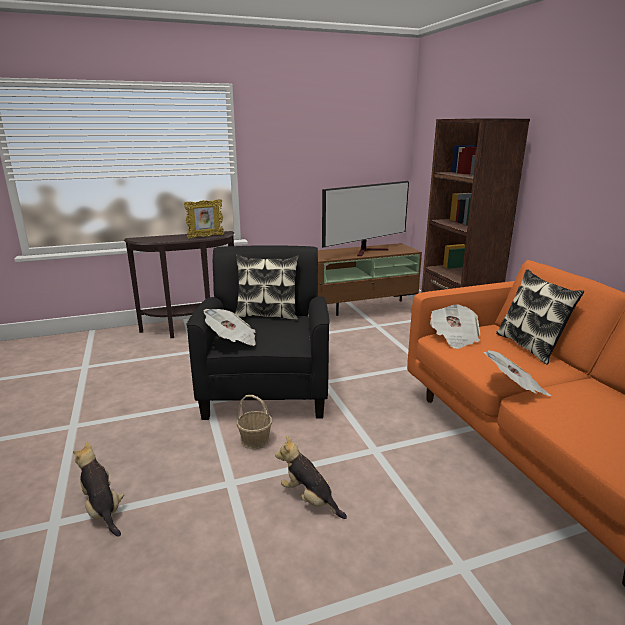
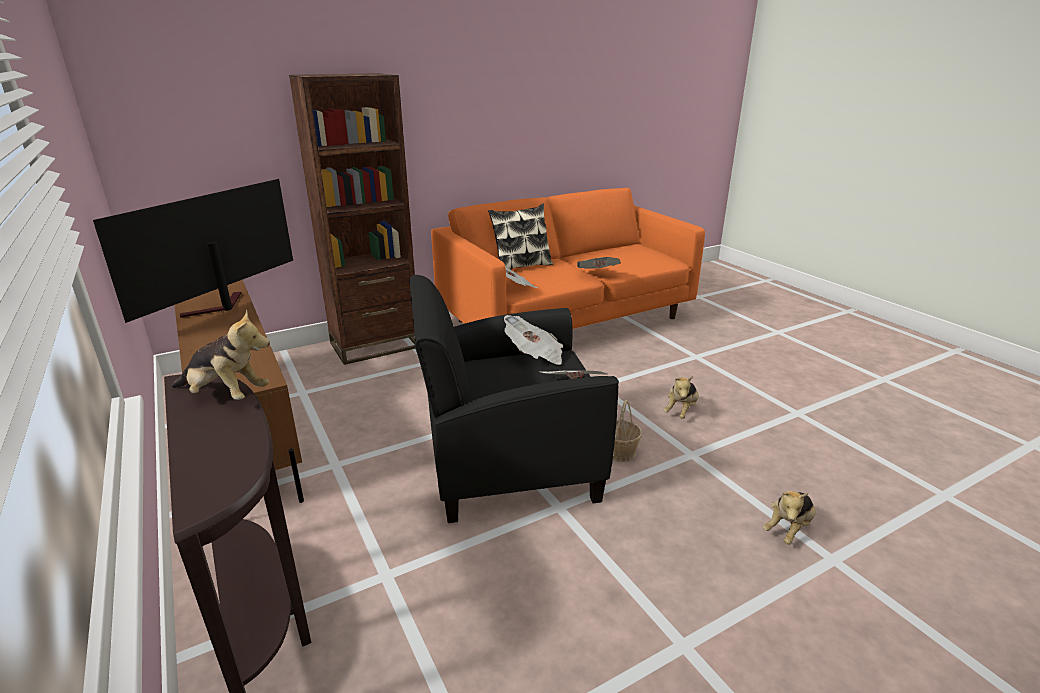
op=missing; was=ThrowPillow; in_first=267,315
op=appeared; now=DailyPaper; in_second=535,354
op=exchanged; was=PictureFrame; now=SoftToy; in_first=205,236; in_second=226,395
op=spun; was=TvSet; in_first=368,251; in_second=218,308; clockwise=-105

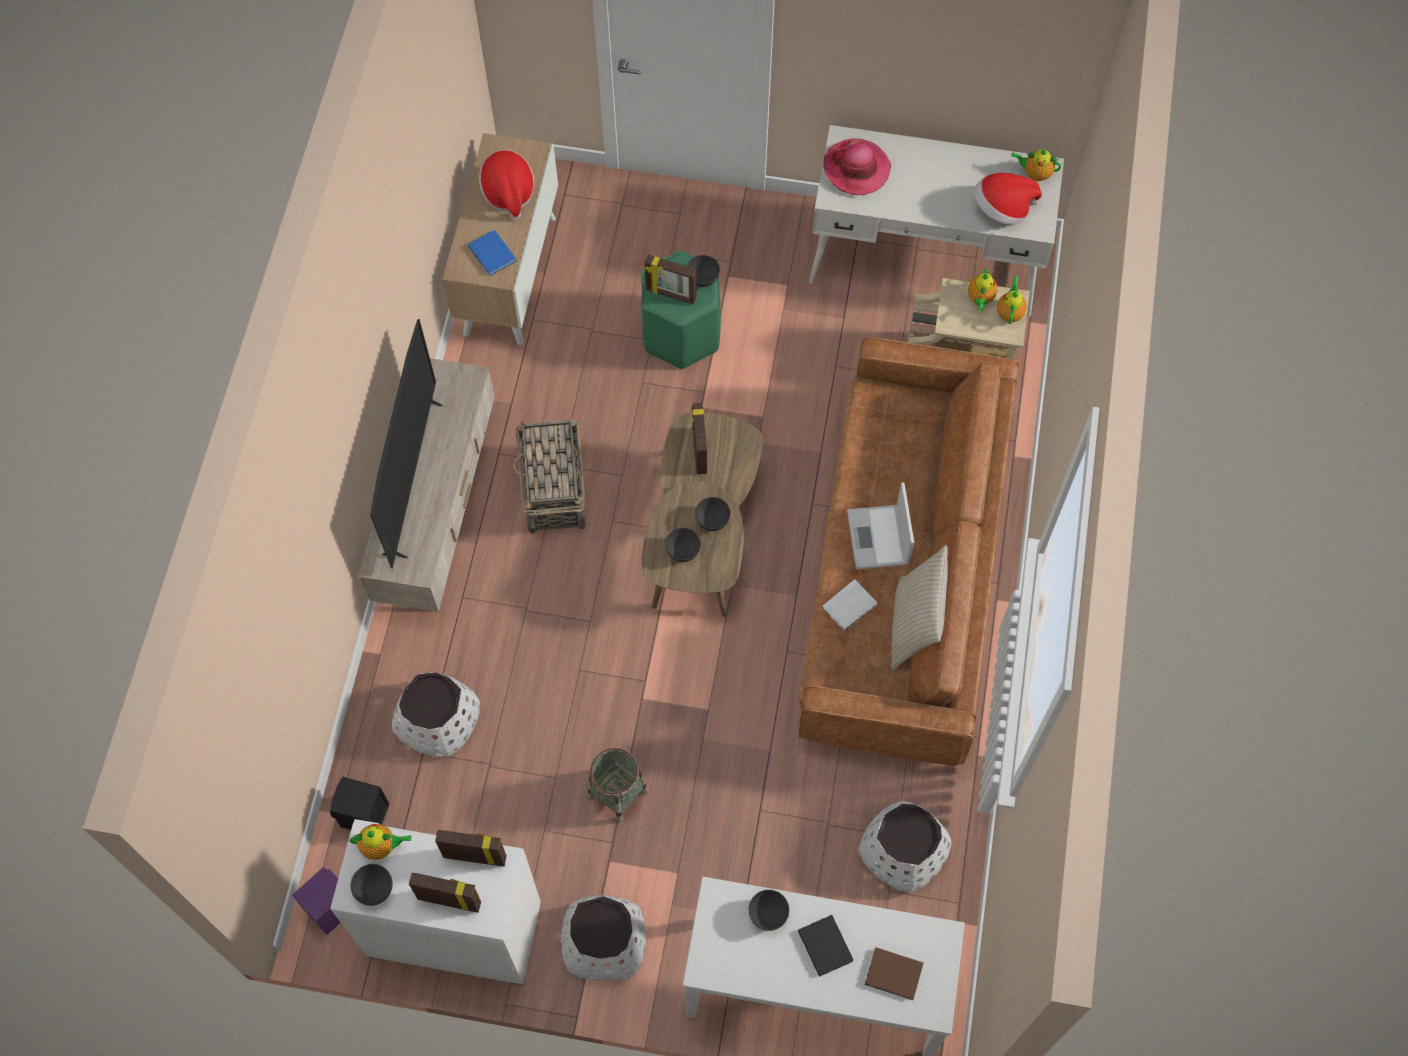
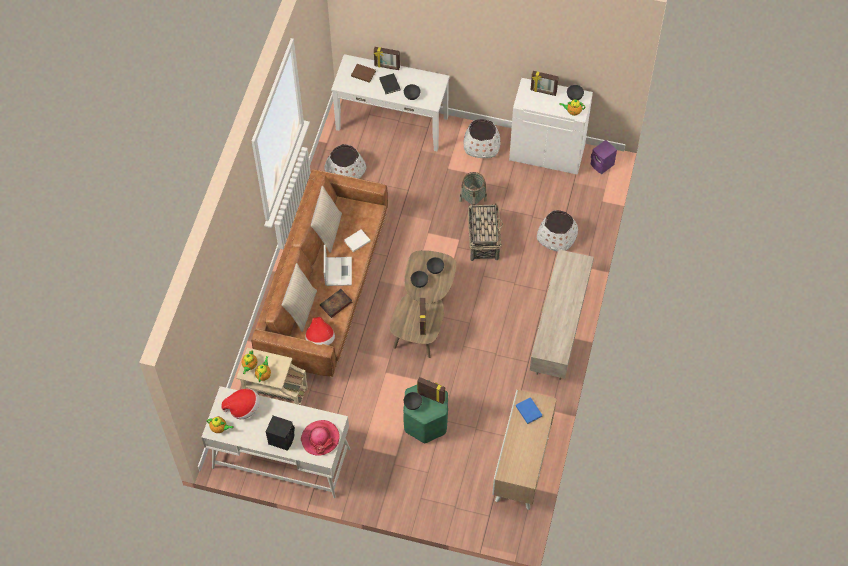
op=missing; was=TvSet; in_first=413,478
op=appeared; now=BeigeThrowPillow; in_second=301,309
op=appeared; now=BoundBook; in_second=335,304
op=relocated; was=BlackishSpeaker; in_first=363,817; in_second=282,438
op=relocated; was=PictureFrame; in_first=475,856; in_second=387,67
op=relocated; was=ClothingHat; in_first=508,193; in_second=320,339
op=relocated; was=HouseholdBasket; in_first=554,491; in_second=483,240

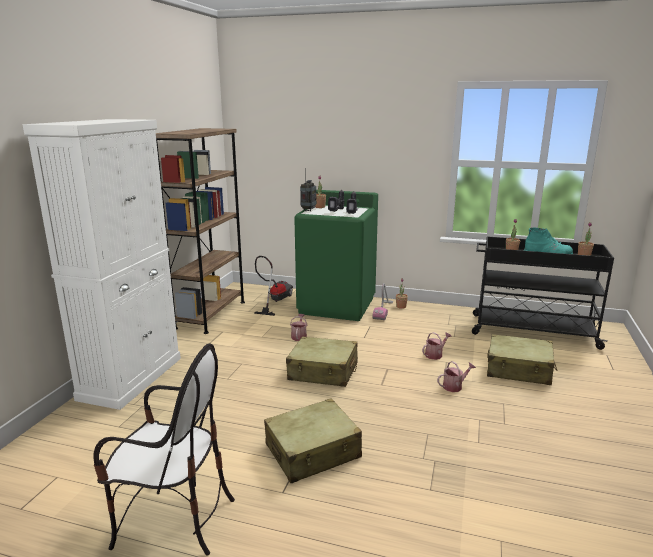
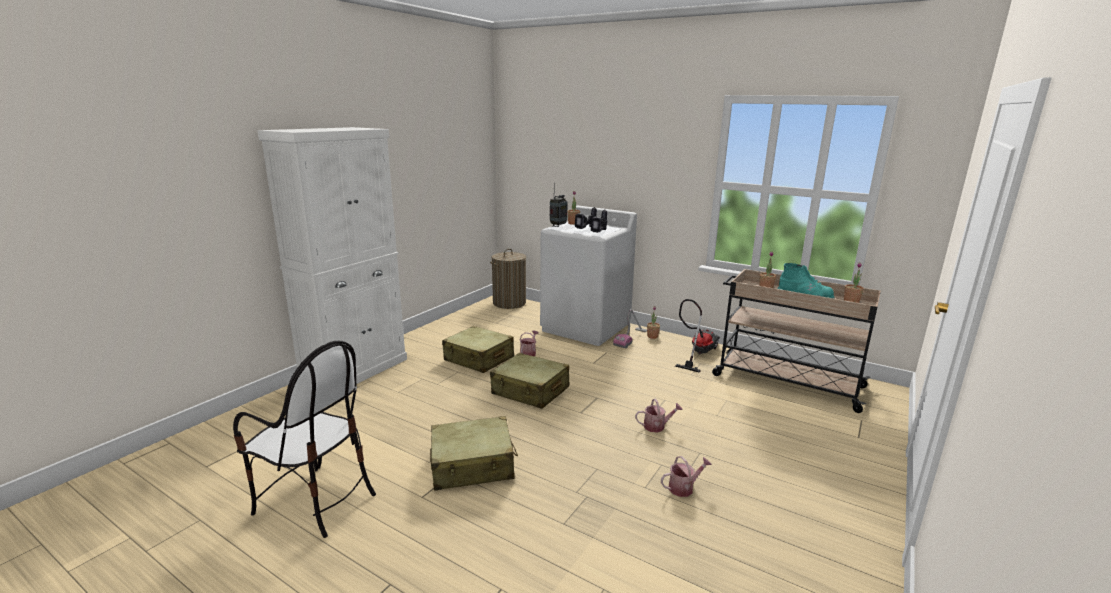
op=missing; was=BrownColouredBookcase; in_first=211,315
op=appeared; now=LaundryBasket; in_second=509,303
op=relocated; was=Vacuum; in_first=274,301; in_second=697,353
op=relocated; was=SprinklingCan; in_first=435,354; in_second=684,487
op=relocated; was=BeigeSuitcase; in_first=519,370; in_second=479,359
op=colour; was=GreenColouredWashingMachine; now=WhiteColouredWashingMachine; in_first=337,305; in_second=586,327
op=colour; was=BlackishTrolley; now=BeigeTrolley; in_first=531,331; in_second=785,381

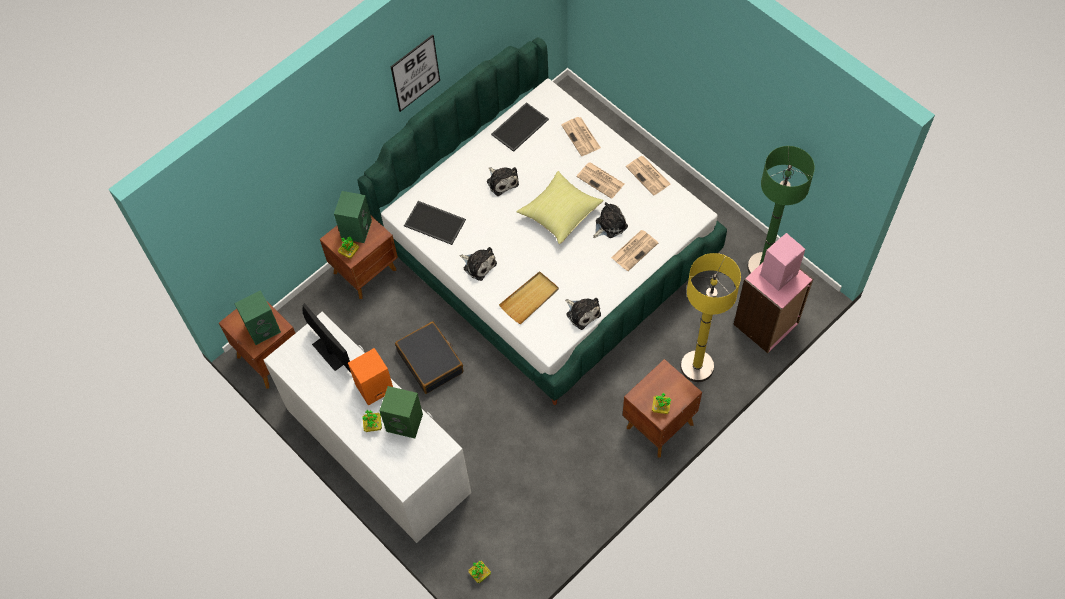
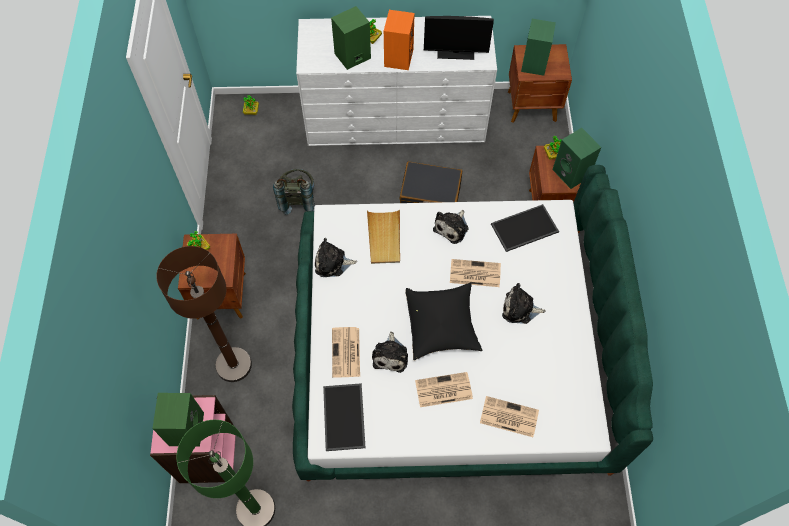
op=missing; was=Picture; in_first=415,73
op=appeared; now=GreyishBackpack; in_second=298,200
op=relocated; was=CarryingTray; in_first=519,126; in_second=345,417
op=relocated; was=DailyPaper; in_first=648,176; in_second=474,273
op=colour; was=YellowishThrowPillow; now=BlackishThrowPillow; in_first=560,213; in_second=442,326
op=colour; was=YellowishStandardLamp; now=BrownColouredStandardLamp; in_first=697,367; in_second=233,365
op=colour; was=PinkishSpeaker; now=GreenColouredSpeaker; in_first=778,275; in_second=185,428
op=spun; was=SoftToy; in_first=478,265; in_second=452,227; clockwise=-45

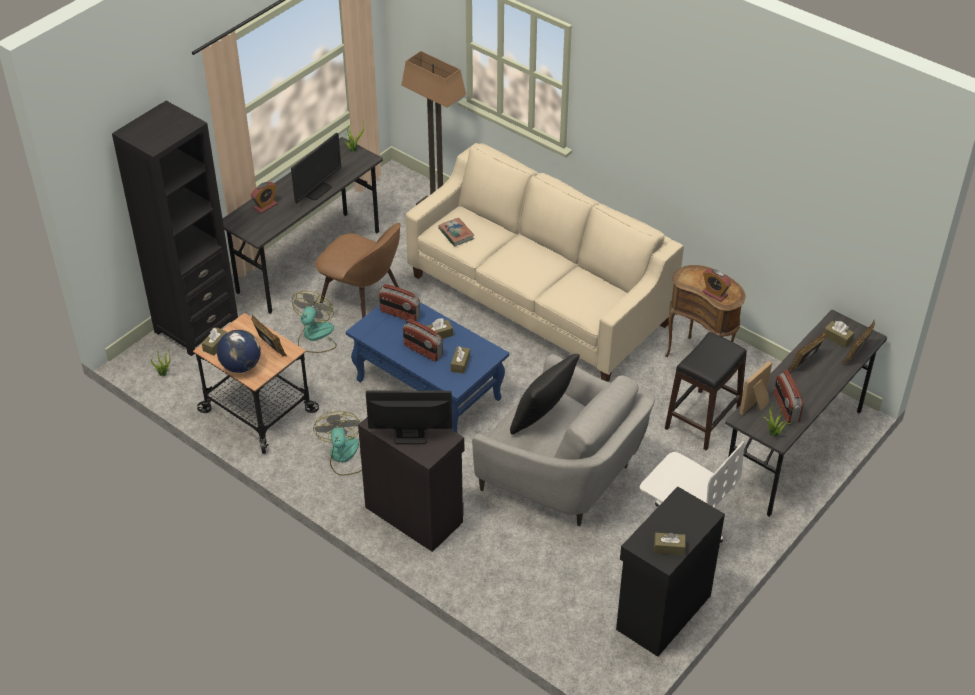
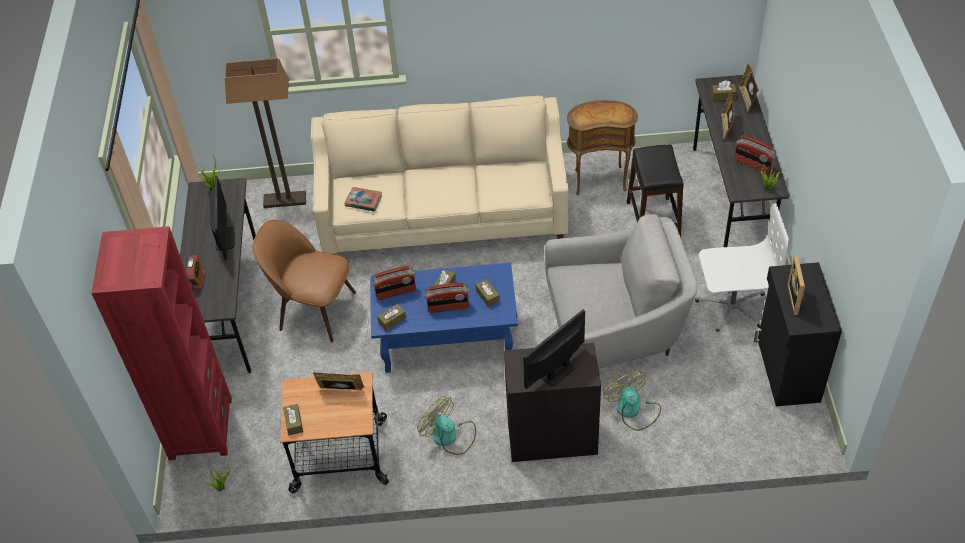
op=missing; was=WorldGlobe; in_first=241,366
op=missing; was=BlackishThrowPillow; in_first=542,418
op=missing; was=AlarmClock; in_first=714,294
op=relocated; was=Fan; in_first=315,336; in_second=633,410
op=relocated; was=BrownColouredTissueHolder; in_first=669,548; in_second=392,320
op=relocated; was=PictureFrame; in_first=756,406; in_second=797,299
op=colour; was=BlackishBookcase; now=RedColouredBookcase; in_first=196,326; in_second=200,428
op=spun; was=BrownColouredUprightChair; in_first=362,302; in_second=314,310; clockwise=-150

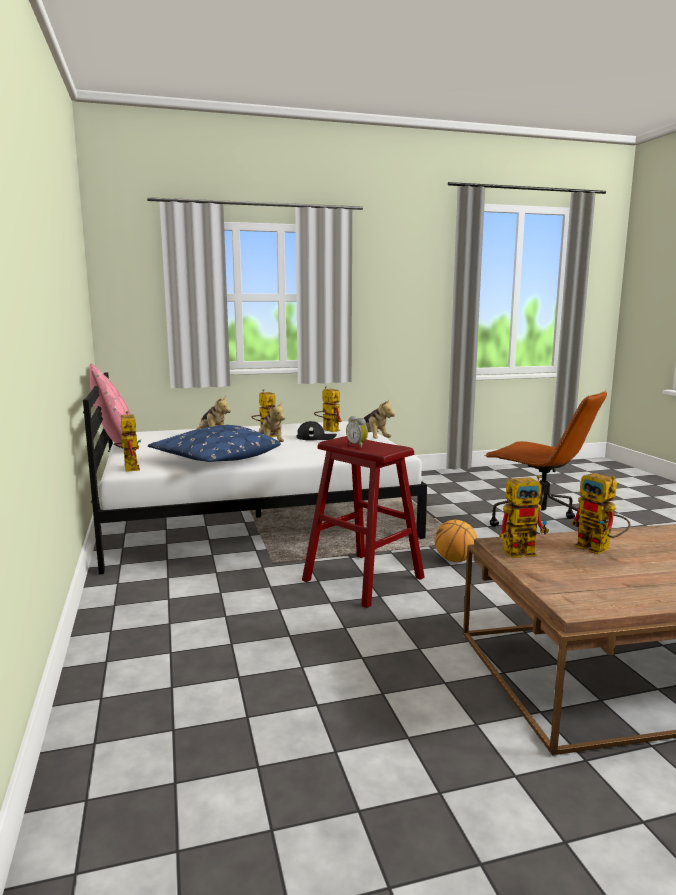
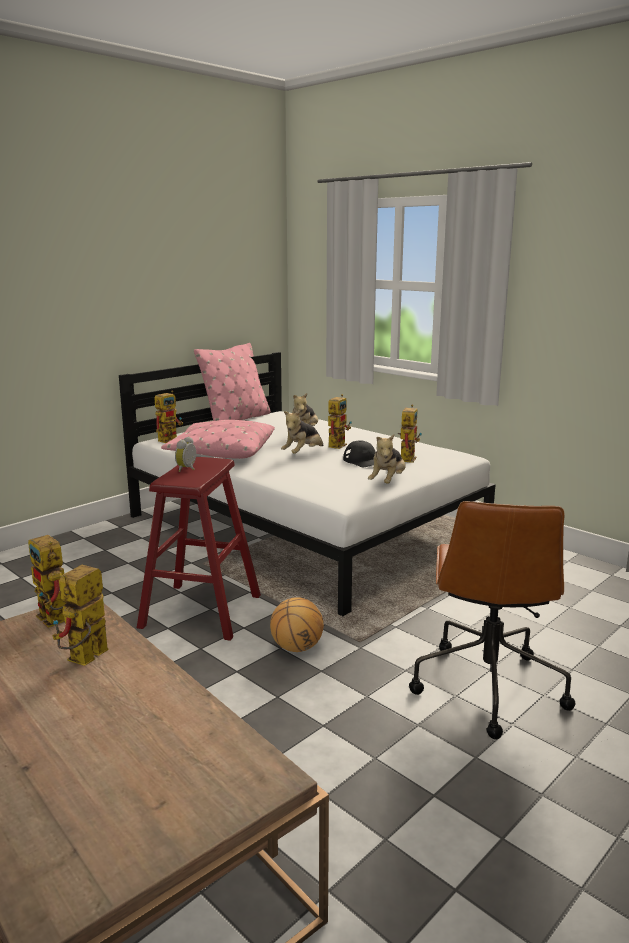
op=colour; was=BlueColouredThrowPillow; now=PinkishThrowPillow; in_first=214,460; in_second=221,452

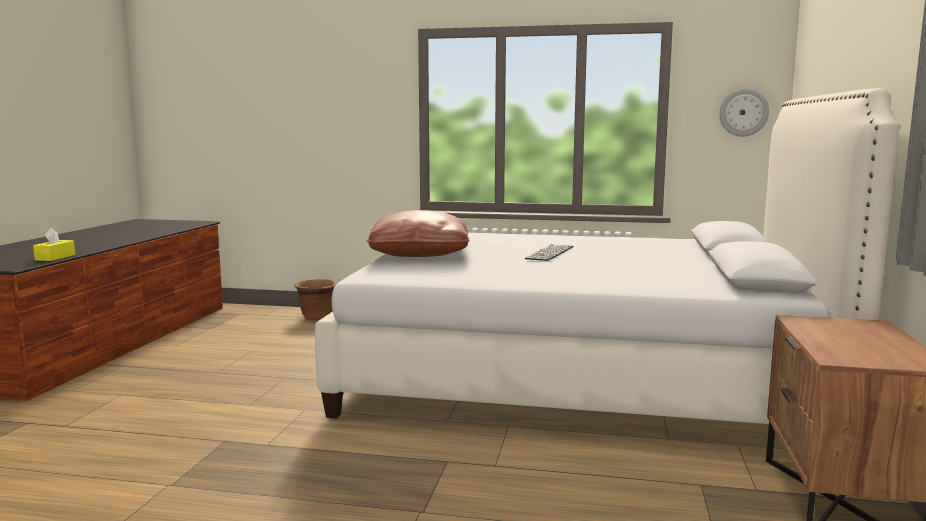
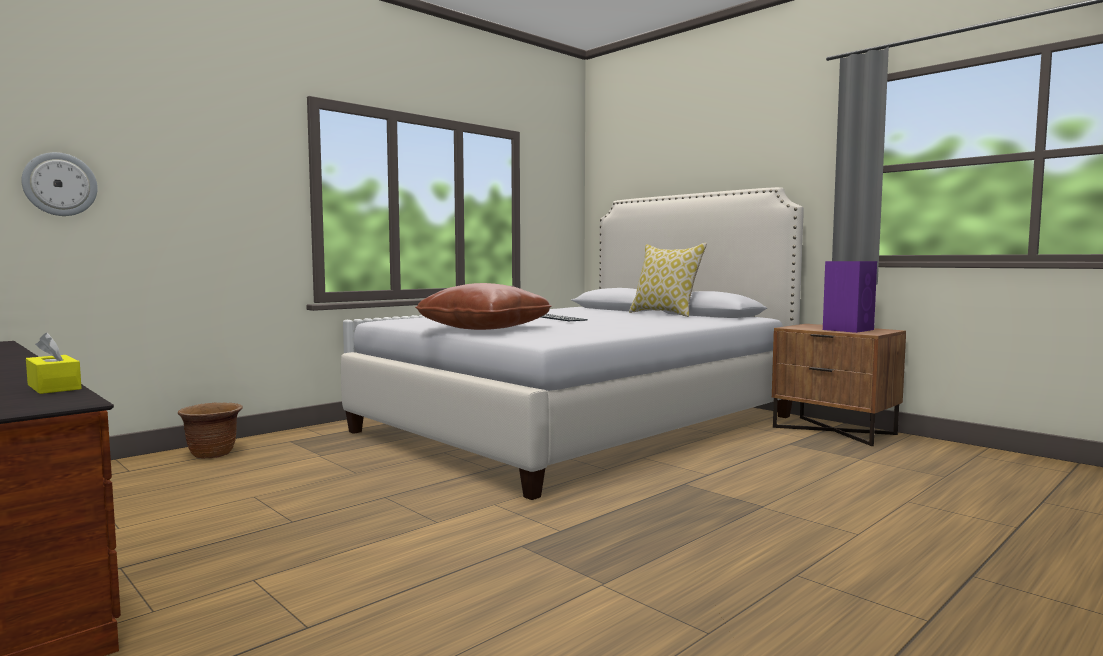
op=appeared; now=ThrowPillow; in_second=665,314
op=appeared; now=PurpleColouredSpeaker; in_second=848,329
op=relocated; was=WallClock; in_first=743,112; in_second=60,184

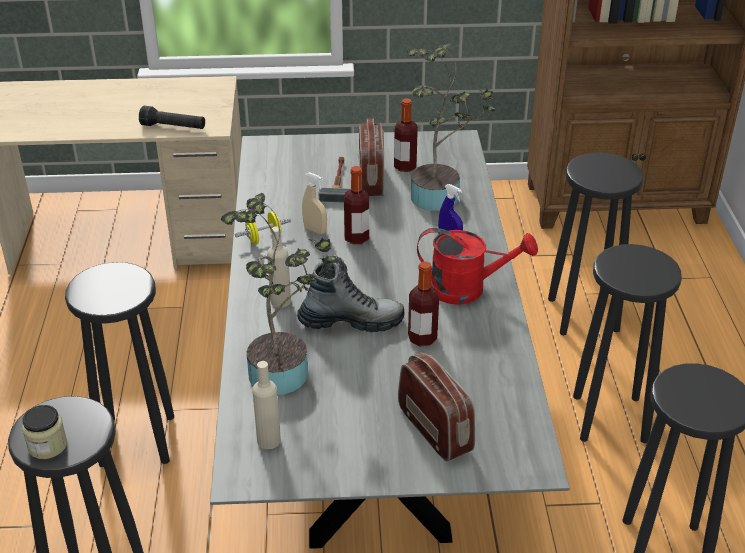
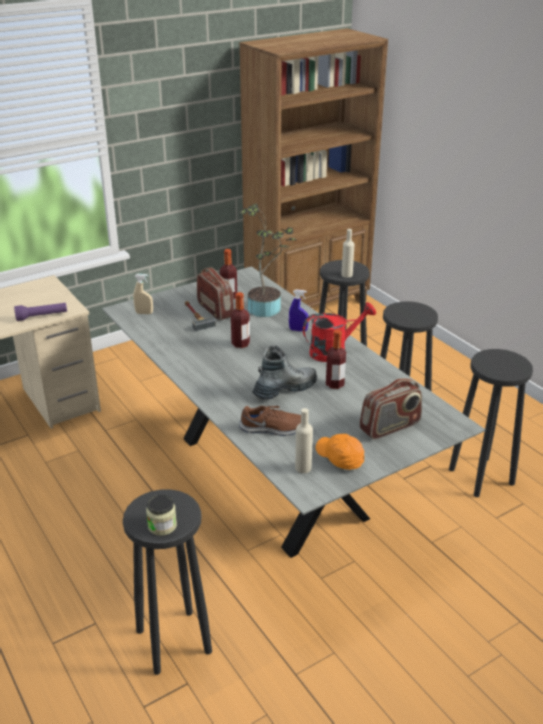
op=missing; was=BlackishSittingStool; in_first=137,439
op=missing; was=YellowishHandWeight; in_first=264,239
op=appeared; now=OrangeyPeakedCap; in_second=339,457
op=relocated; was=BeigeBeverageBottle; in_first=280,301; in_second=347,275
op=relocated; was=BeigeHandSprayer; in_first=315,230; in_second=144,313
op=exchanged; was=PottedPlant; now=BrownColouredLowShoe; in_first=285,371; in_second=273,428
op=colour; was=BlackishTorch; now=PurpleColouredTorch; in_first=173,127; in_second=42,317
op=spun; was=RadioReceiver; in_first=435,429; in_second=390,427; clockwise=120

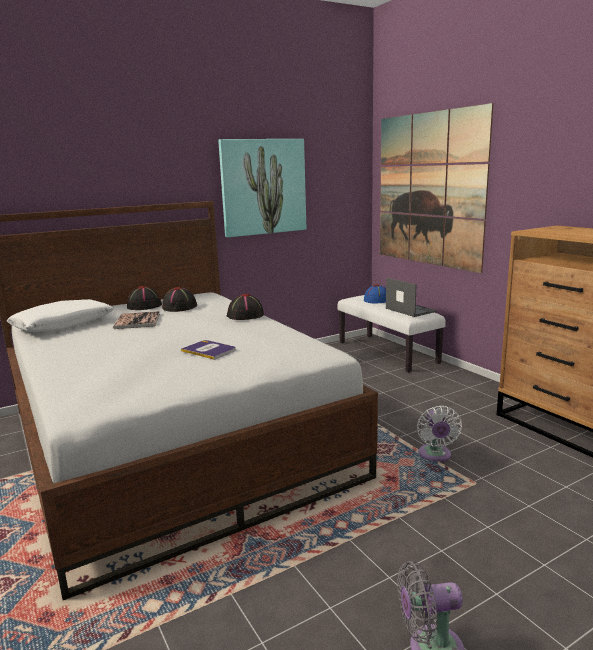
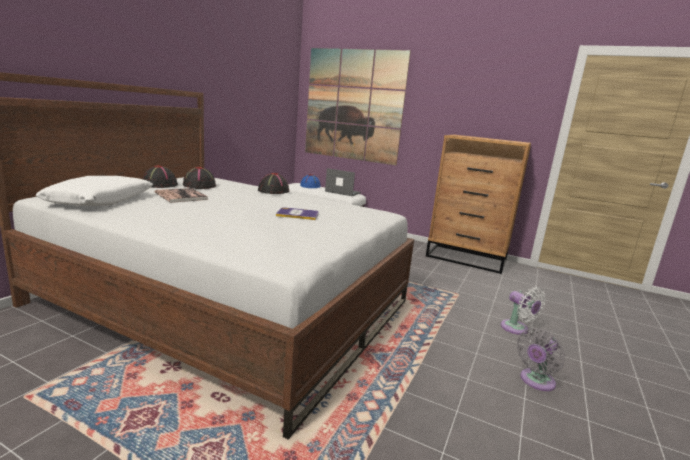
op=missing; was=Picture; in_first=263,187
op=relocated; was=WhiteColouredFan; in_first=435,456; in_second=517,329

